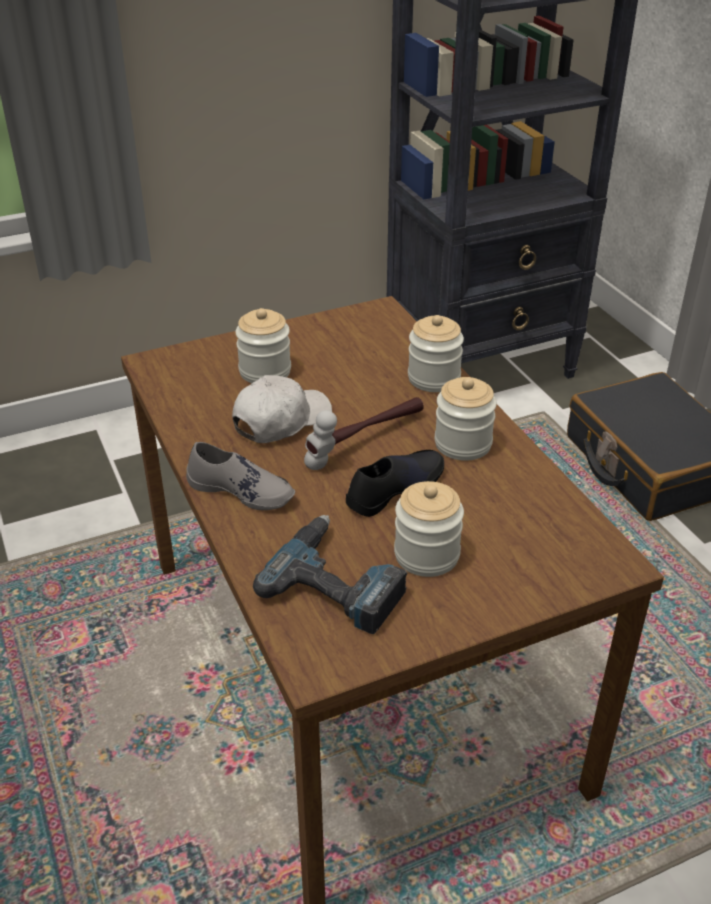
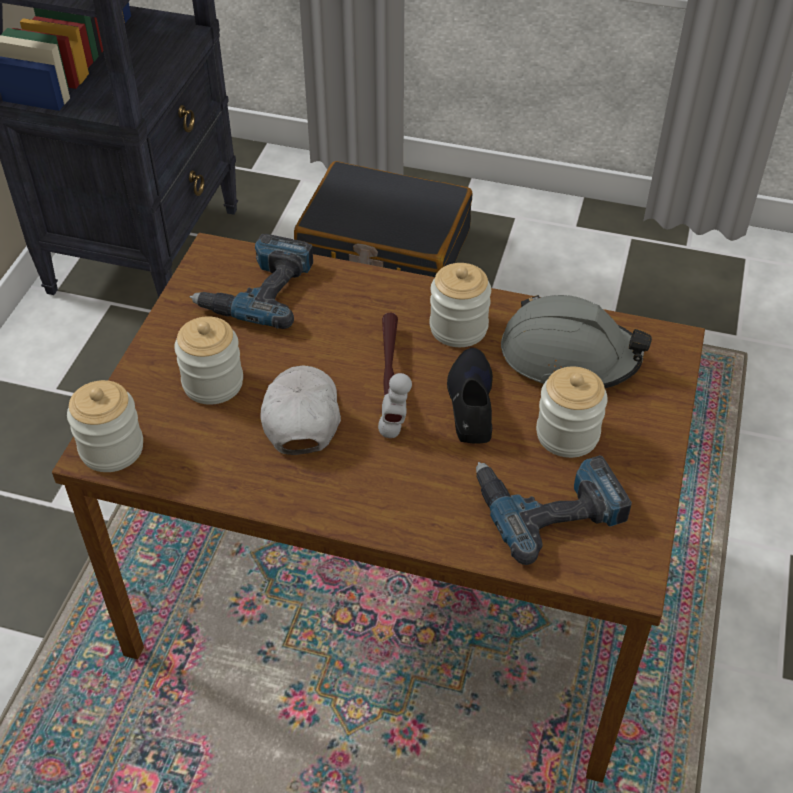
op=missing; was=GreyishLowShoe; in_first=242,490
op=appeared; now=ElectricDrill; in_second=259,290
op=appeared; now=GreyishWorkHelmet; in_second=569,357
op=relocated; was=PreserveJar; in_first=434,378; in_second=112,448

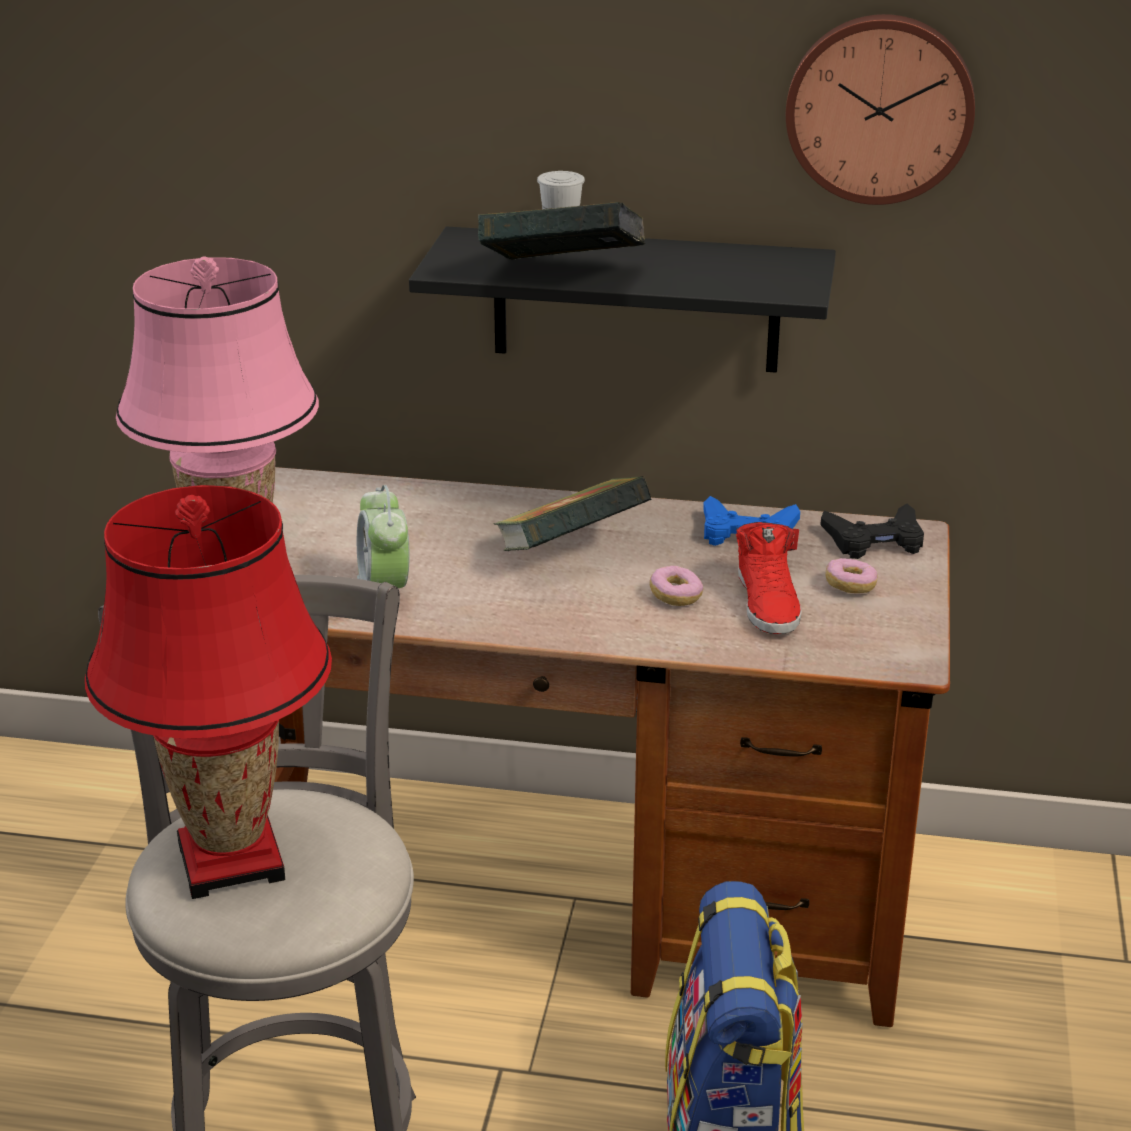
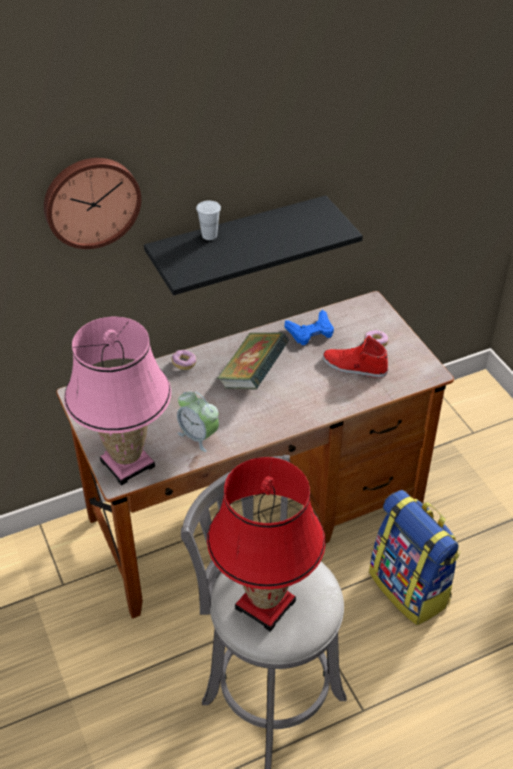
op=missing; was=BoundBook; in_first=562,276
op=missing; was=BlackishJoypad; in_first=875,540
op=relocated; was=RingDoughnut; in_first=675,596; in_second=184,364
op=relocated; was=WallClock; in_first=880,108; in_second=91,201
op=spun; was=RedColouredLowShoe; in_first=768,602; in_second=354,367; clockwise=150

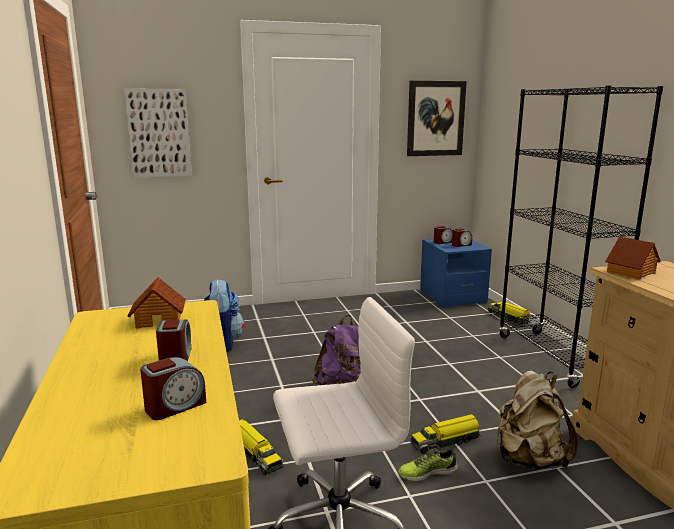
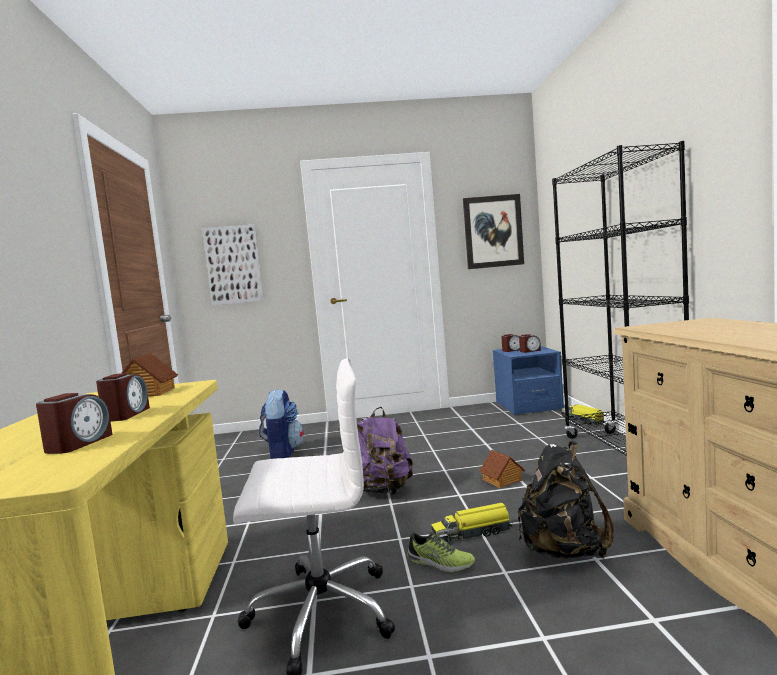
op=missing; was=ToyTruck; in_first=255,454
op=relocated; was=ToyHouse; in_first=631,272; in_second=502,480
op=colour; was=BeigeBackpack; now=BlackishBackpack; in_first=529,459; in_second=563,551
op=spun; was=AlarmClock; in_first=175,406; in_second=78,444; clockwise=-45
op=spun; was=LowShoe; in_first=427,472; in_second=440,563; clockwise=-150

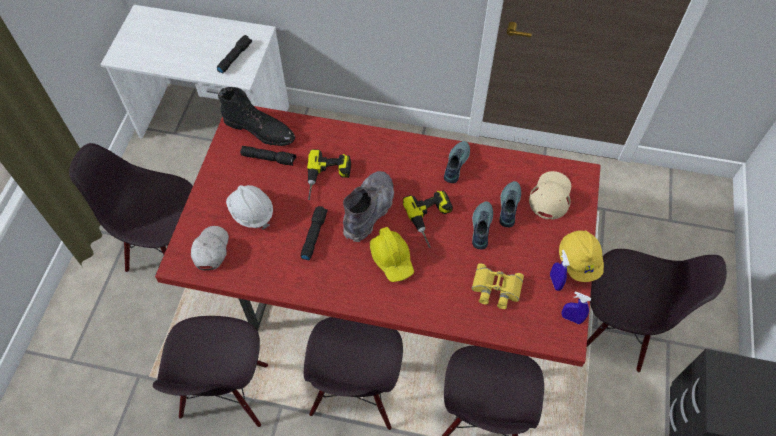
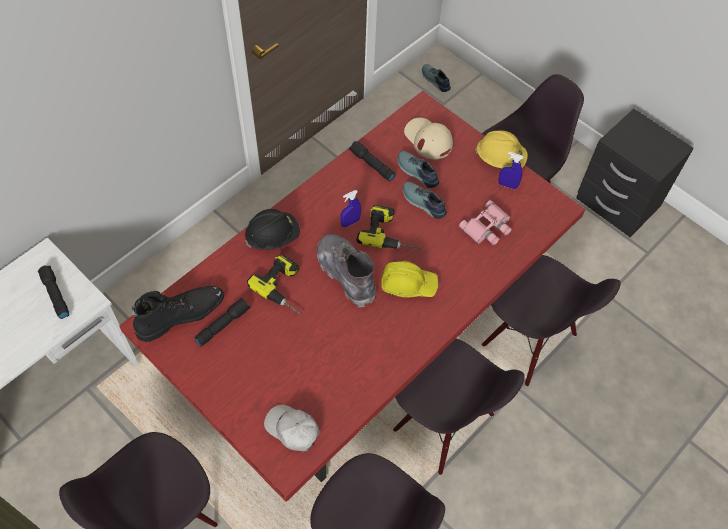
op=missing; was=WhiteColouredWorkHelmet; in_first=251,212
op=appeared; now=BlackishWorkHelmet; in_second=273,237
op=relocated; was=BlackishTorch; in_first=313,235; in_second=371,164
op=relocated; was=LowShoe; in_first=455,164; in_second=435,80
op=relocated; was=BlueColouredHandSprayer; in_first=571,318; in_second=350,222
op=colour; was=YellowishPairOfBinoculars; now=PinkishPairOfBinoculars; in_first=495,289; in_second=487,227

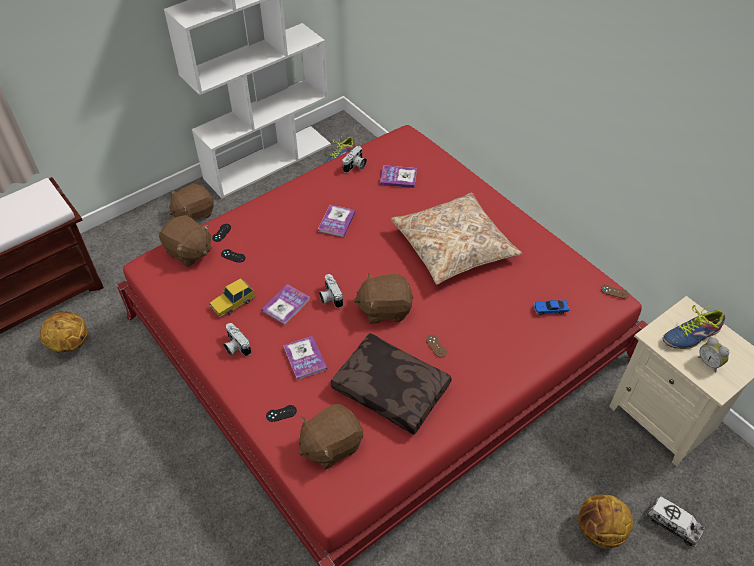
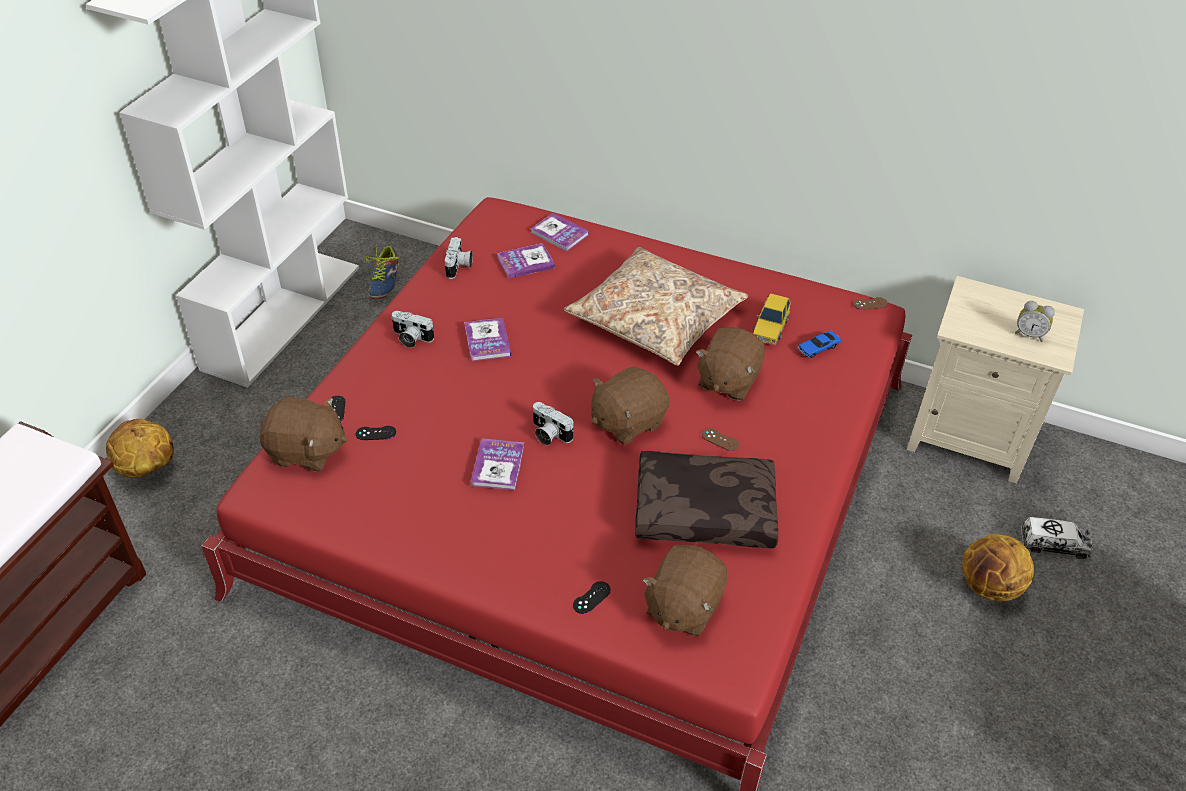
op=missing; was=LowShoe; in_first=691,335
op=relocated; was=Basketball; in_first=69,344; in_second=146,468
op=relocated; was=BrownColouredSoftToy; in_first=194,213; in_second=727,381
op=relocated; was=ModelCar; in_first=233,302; in_second=770,327
op=relocated; was=PhotoCamera; in_first=235,347; in_second=411,338
op=relocated; was=BoundBook; in_first=305,358; in_second=559,233

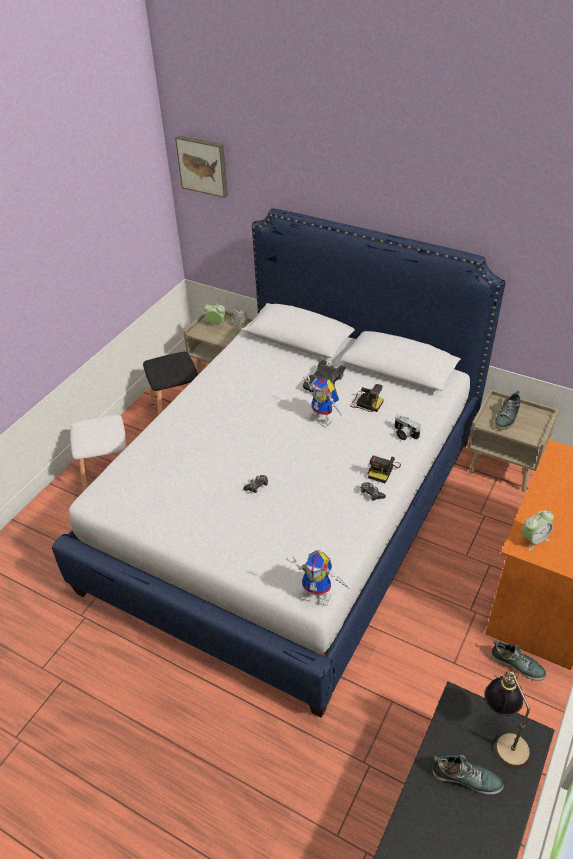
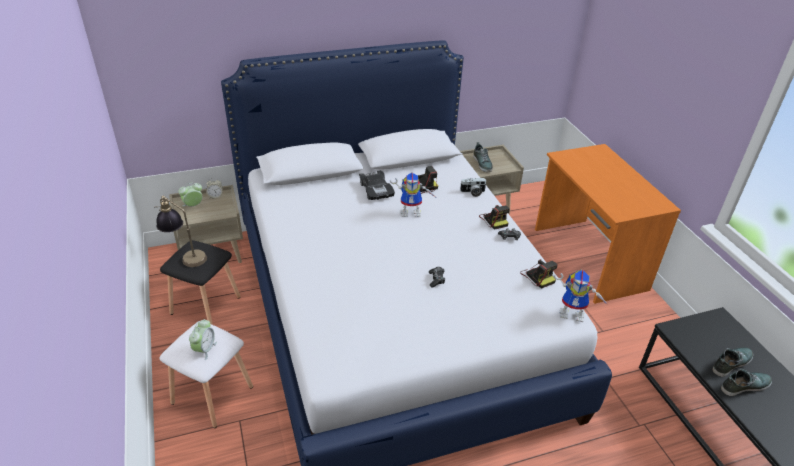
op=missing; was=Picture; in_first=203,165
op=appeared; now=PhotoCamera; in_second=537,276
op=relocated; was=LampForATable; in_first=503,736; in_second=185,256
op=relocated; was=LowShoe; in_first=517,664; in_second=744,385
op=relocated; was=AlarmClock; in_first=533,540; in_second=205,349
op=spun; was=ModelRobot; in_first=319,594; in_second=573,313; clockwise=45

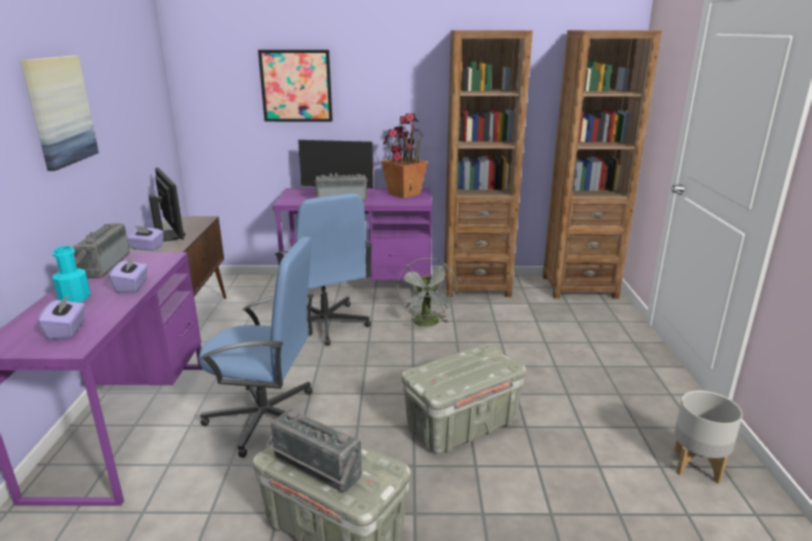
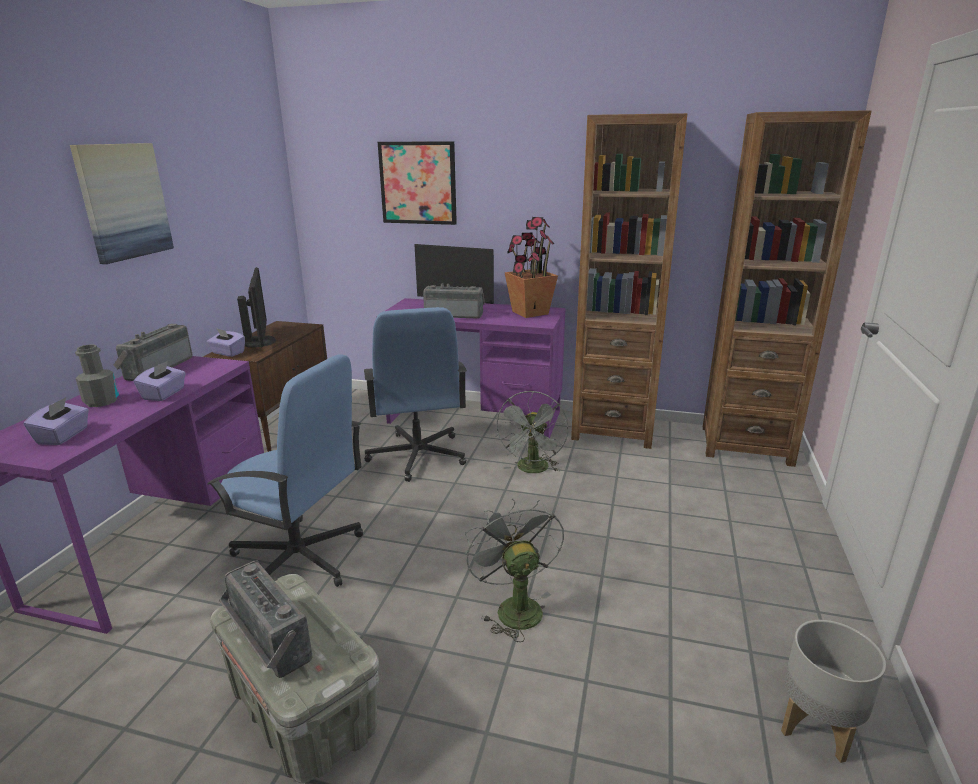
op=exchanged; was=GreyishStorageContainer; now=GreyishFan; in_first=461,426; in_second=514,606
op=colour; was=TurquoiseBeverageBottle; now=GreyishBeverageBottle; in_first=75,298; in_second=101,401

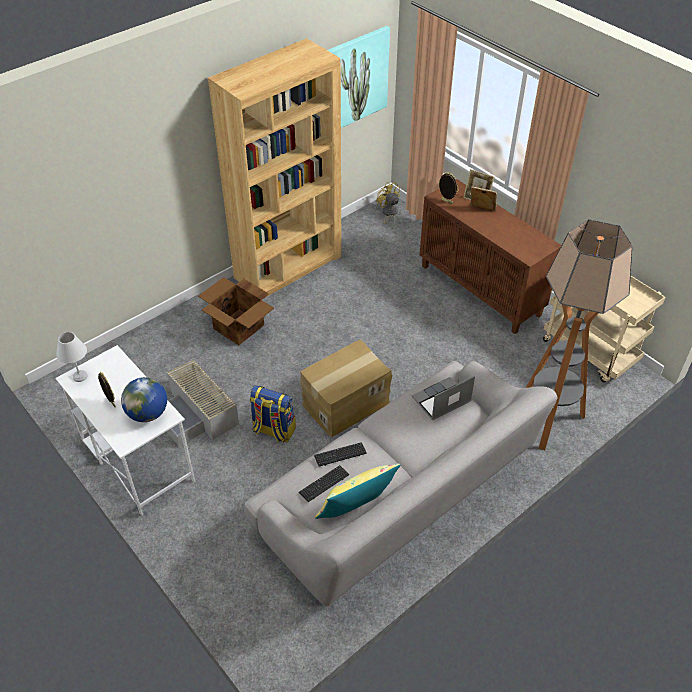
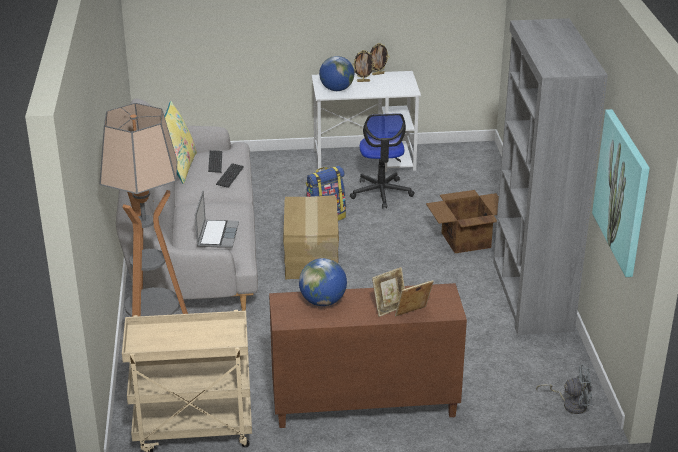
op=missing; was=WhiteColouredLampForATable; in_first=80,376
op=appeared; now=WorldGlobe; in_second=323,301
op=relocated; was=PictureFrame; in_first=446,201; in_second=378,74
op=exchanged; was=GreyishStorageContainer; now=DeskChair; in_first=198,414; in_second=381,193
op=colour; was=BrownColouredBookcase; now=GreyishBookcase; in_first=288,266; in_second=531,296
op=colour; was=YellowishFan; now=GreyishFan; in_first=389,214; in_second=570,404

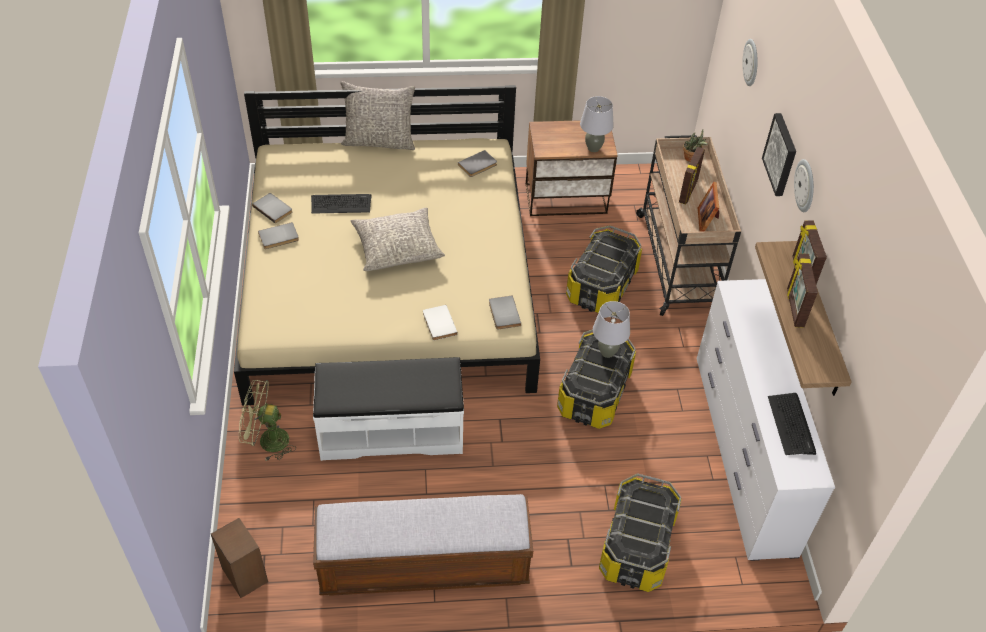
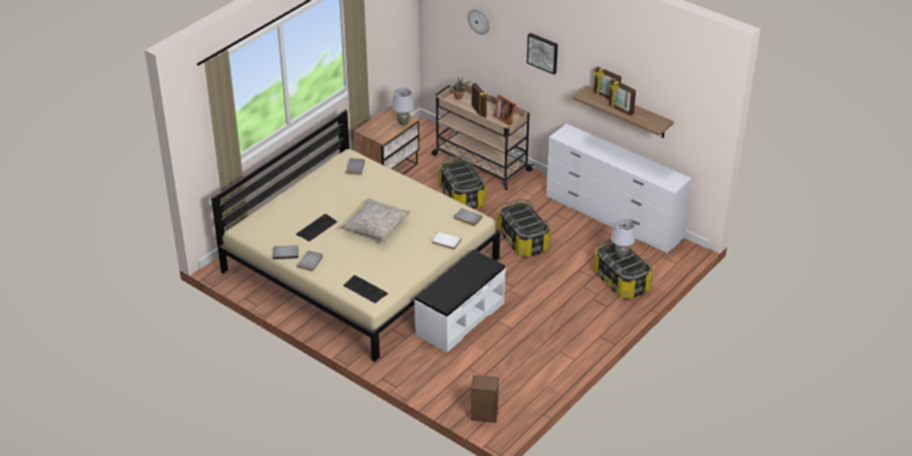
op=missing; was=GreenColouredFan; in_first=267,441
op=missing; was=IndoorBench; in_first=424,565
op=missing; was=GreyishThrowPillow; in_first=379,141
op=missing; was=WallClock; in_first=805,185
op=relocated; was=GreyishLampForATable; in_first=607,352; in_second=621,255
op=relocated; was=Keyboard; in_first=791,424; in_second=365,289

